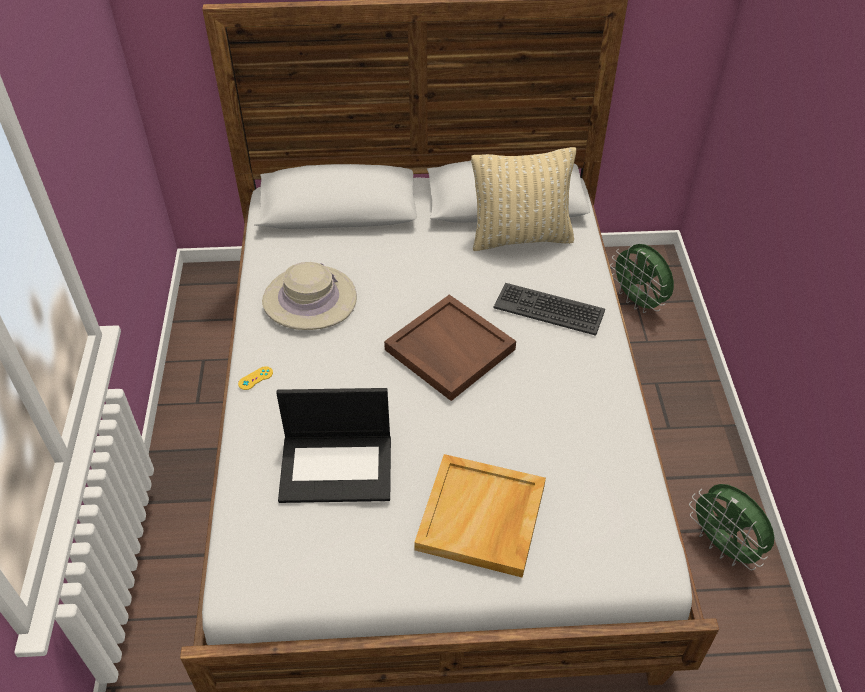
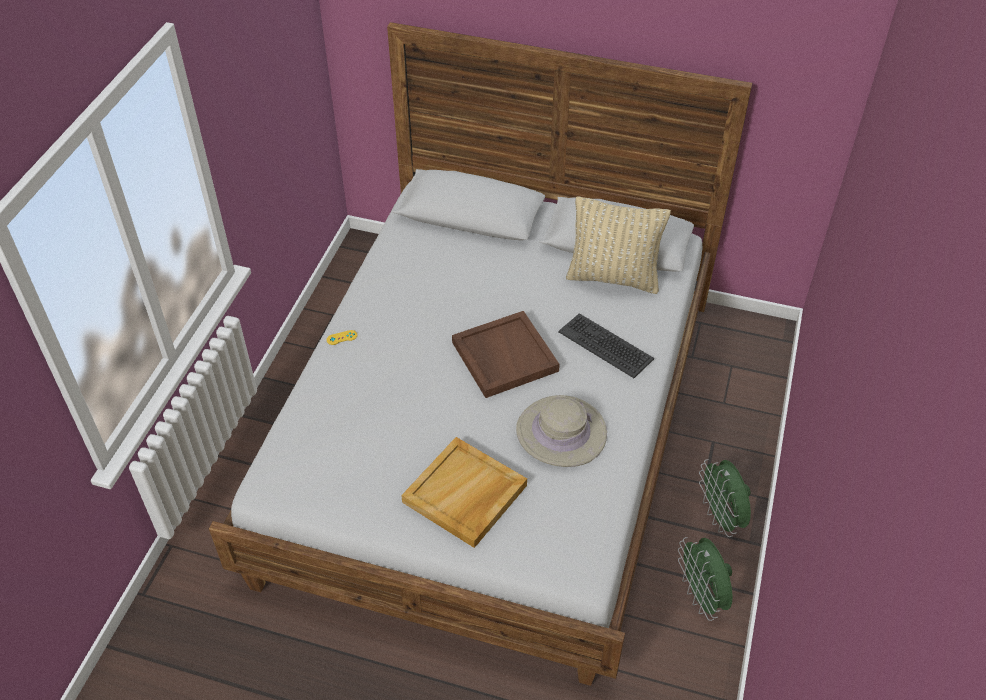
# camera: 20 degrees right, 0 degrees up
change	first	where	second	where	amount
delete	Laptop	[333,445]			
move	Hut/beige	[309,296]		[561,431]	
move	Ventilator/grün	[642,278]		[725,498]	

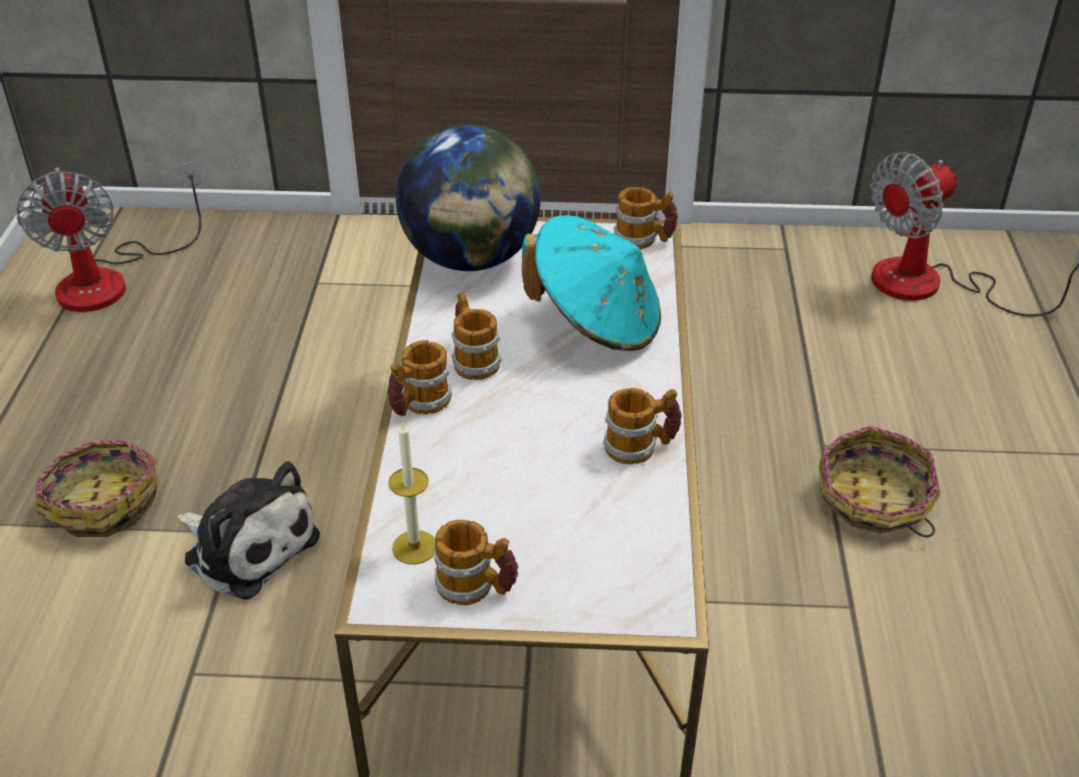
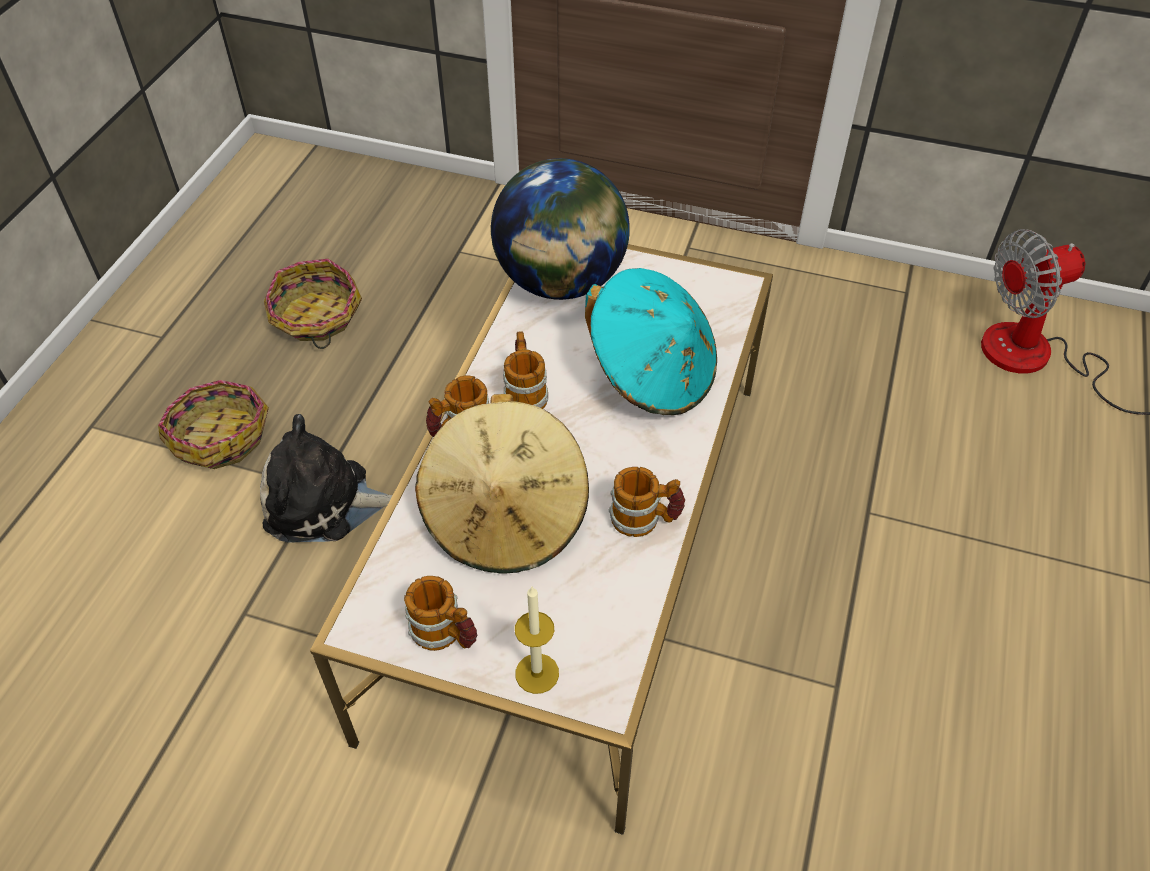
# camera: 15 degrees right, 10 degrees up
change	first	where	second	where	amount
delete	Ventilator	[109,236]			
delete	Henkelbecher	[645,218]			
insert			Hut/beige	[502,483]	
move	Kerze	[411,492]		[537,640]	
move	Korb	[880,481]		[313,304]	
rotate	Plüschtier	[248,530]		[326,478]	135 degrees clockwise

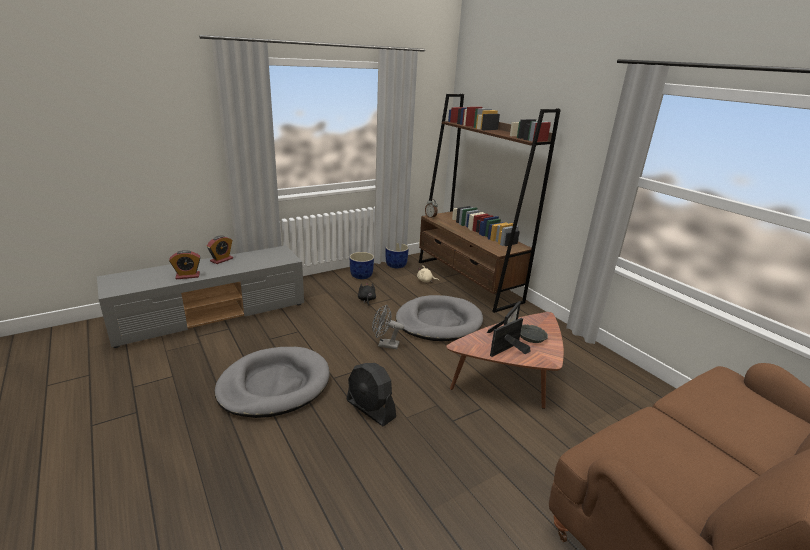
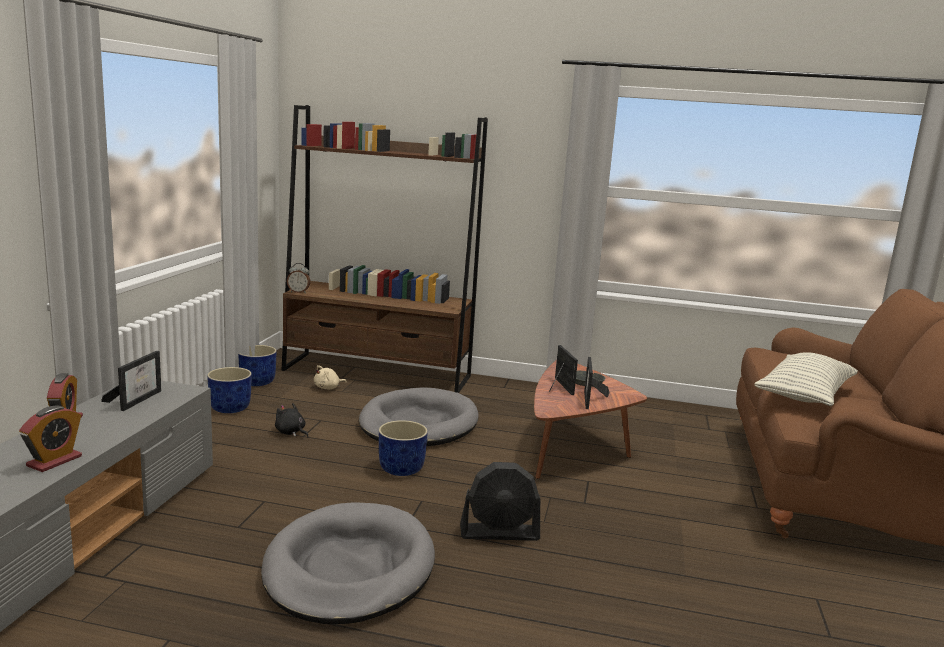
# camera: 45 degrees left, 10 degrees down
change	first	where	second	where	amount
insert			Bilderrahmen	[131,381]	
insert			Kissen	[806,379]	
replace	Ventilator/grau	[388,326]	Pflanzkübel/blau	[403,448]	

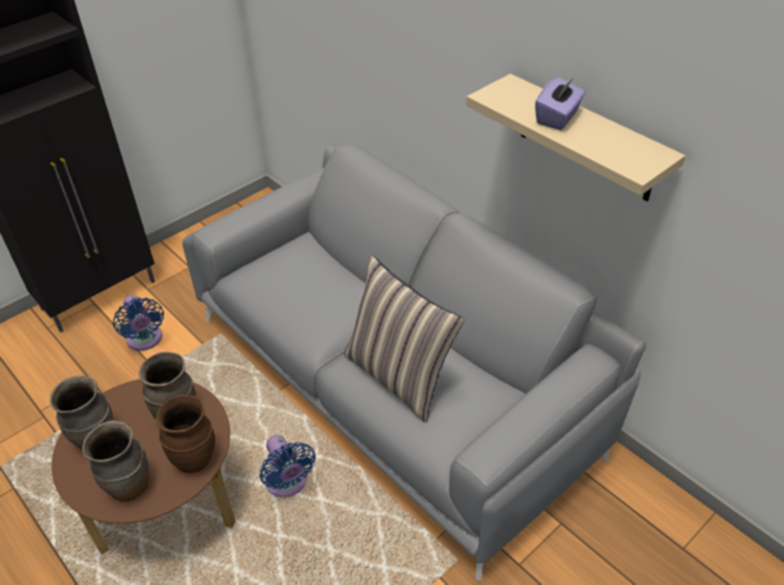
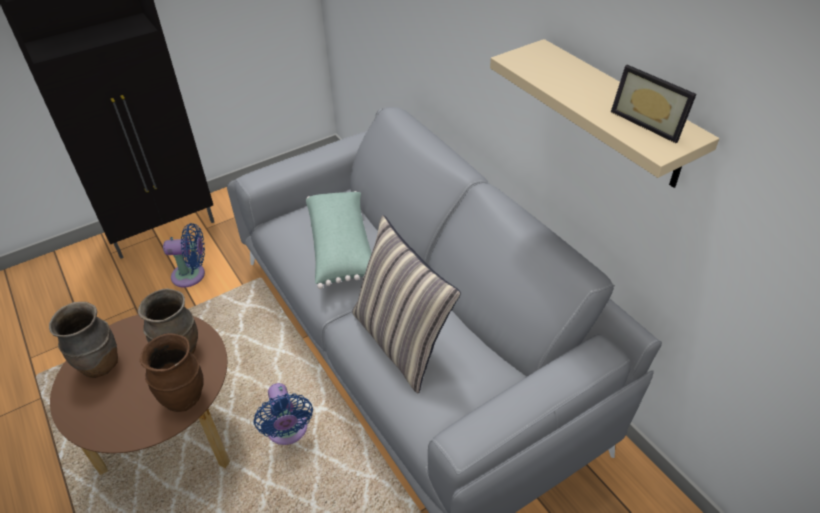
# camera: 10 degrees right, 0 degrees up
change	first	where	second	where	amount
delete	Vase/braun	[115,461]			
delete	Taschentuchbox/lila	[560,103]			
insert			Kissen/grün	[339,240]	
insert			Bilderrahmen	[653,104]	
rotate	Ventilator/blau	[138,323]		[184,255]	75 degrees counterclockwise

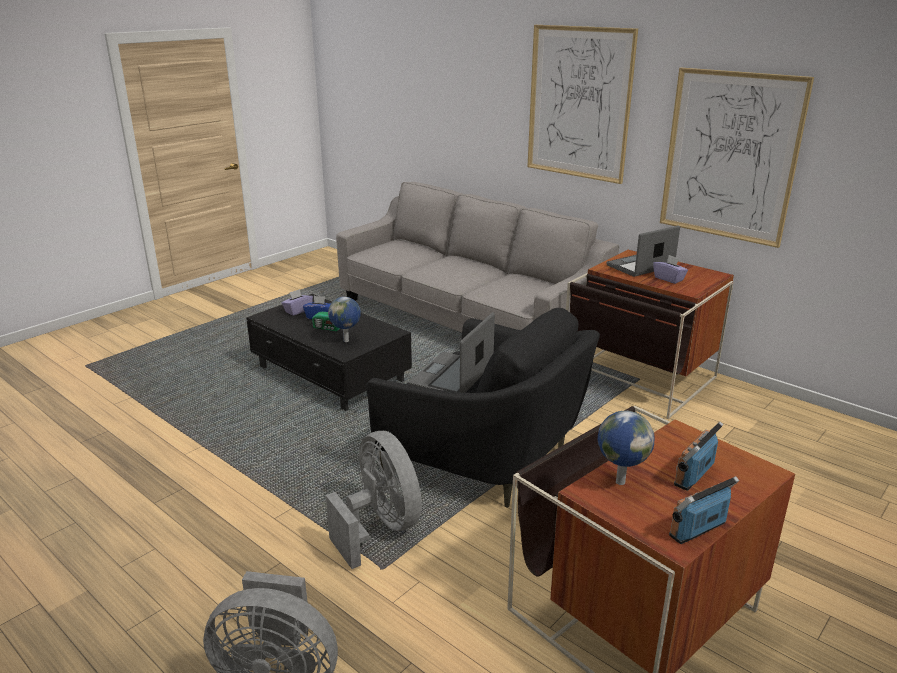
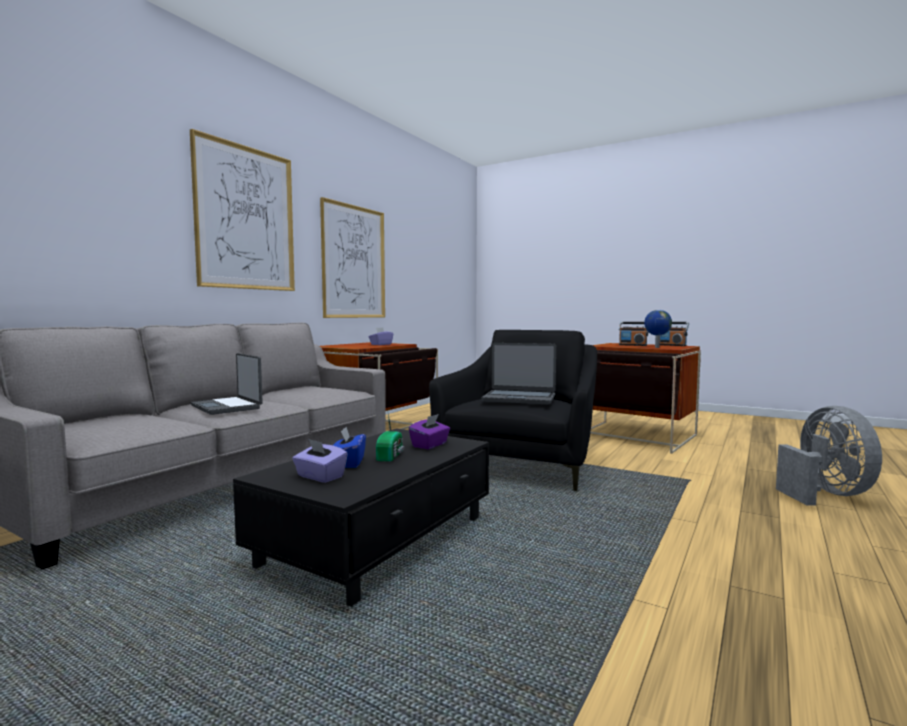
# camera: 100 degrees left, 20 degrees down
change	first	where	second	where	amount
delete	Ventilator/grau	[374,500]			
move	Laptop	[643,251]		[227,384]	
replace	Globus	[344,319]	Taschentuchbox/lila	[429,431]	

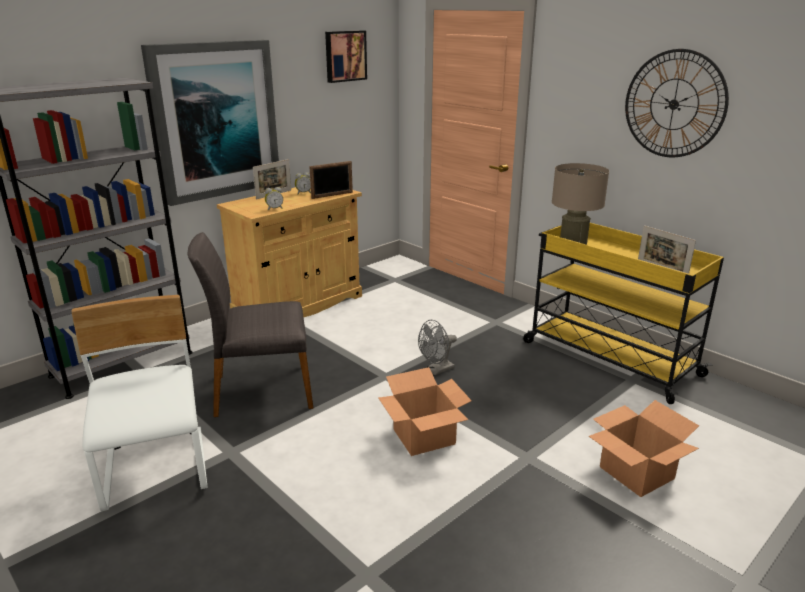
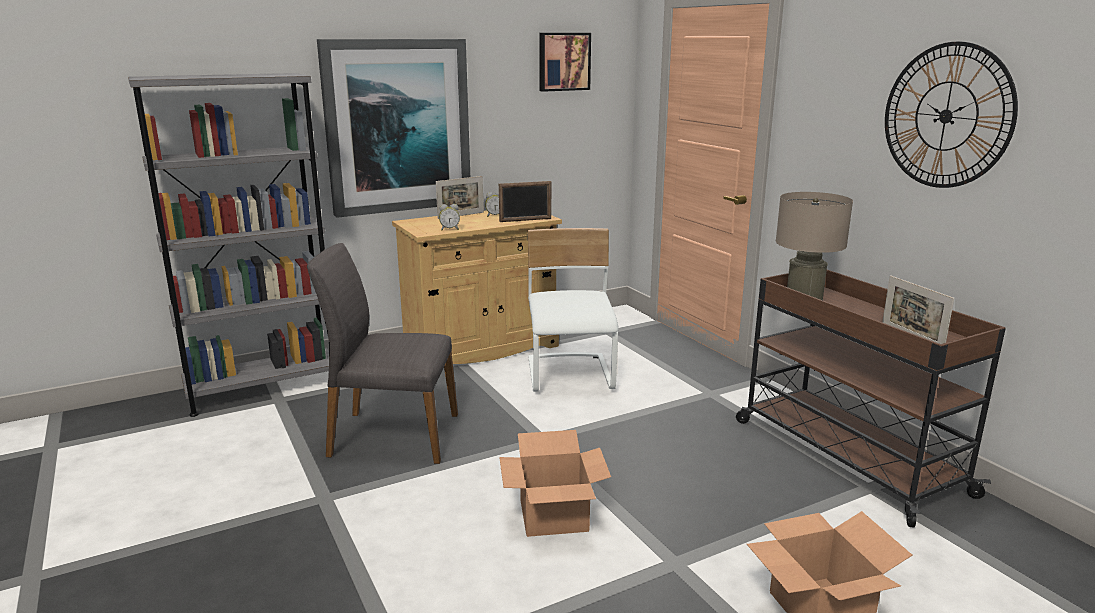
# camera: 15 degrees right, 5 degrees down
change	first	where	second	where	amount
delete	Ventilator/grau	[437,347]			
move	Stuhl/weiß	[139,403]		[573,310]	
recolor	Rollwagen/gelb	[623,313]	Rollwagen/braun	[871,398]	

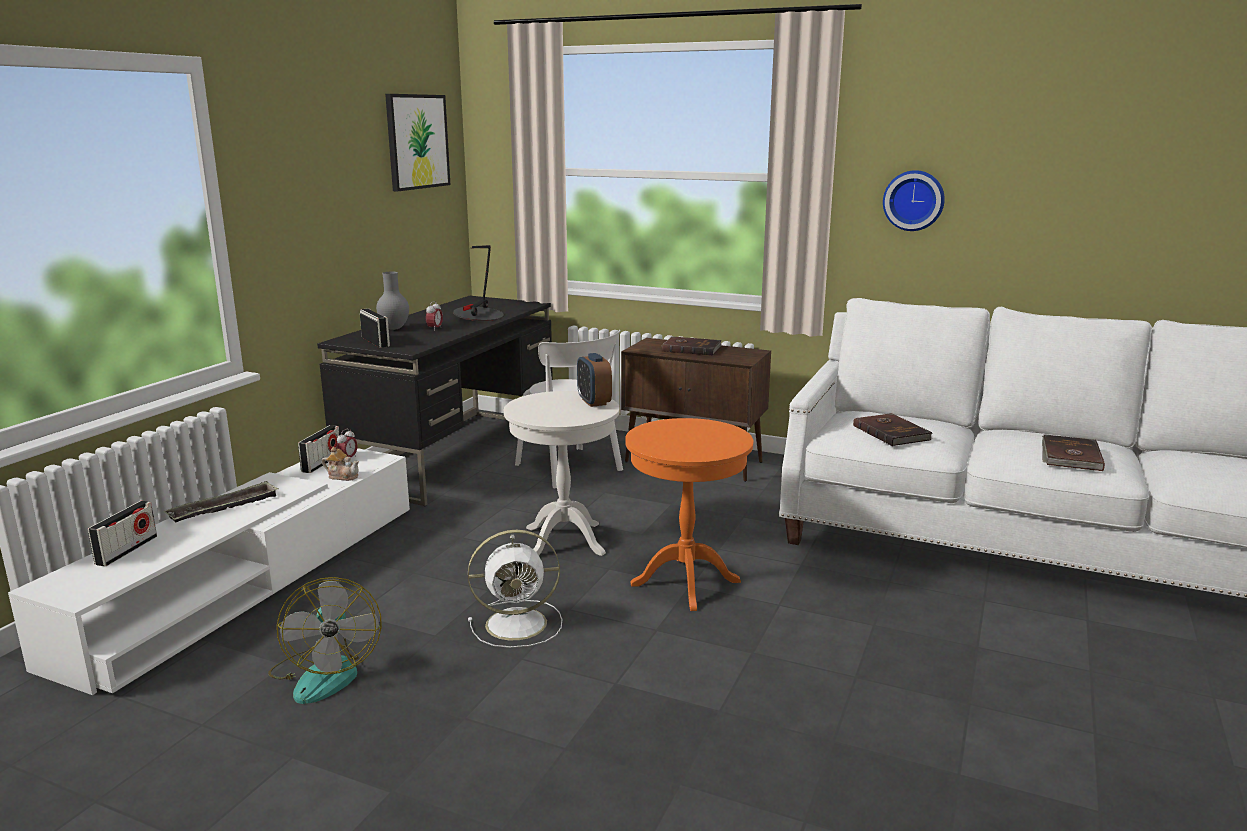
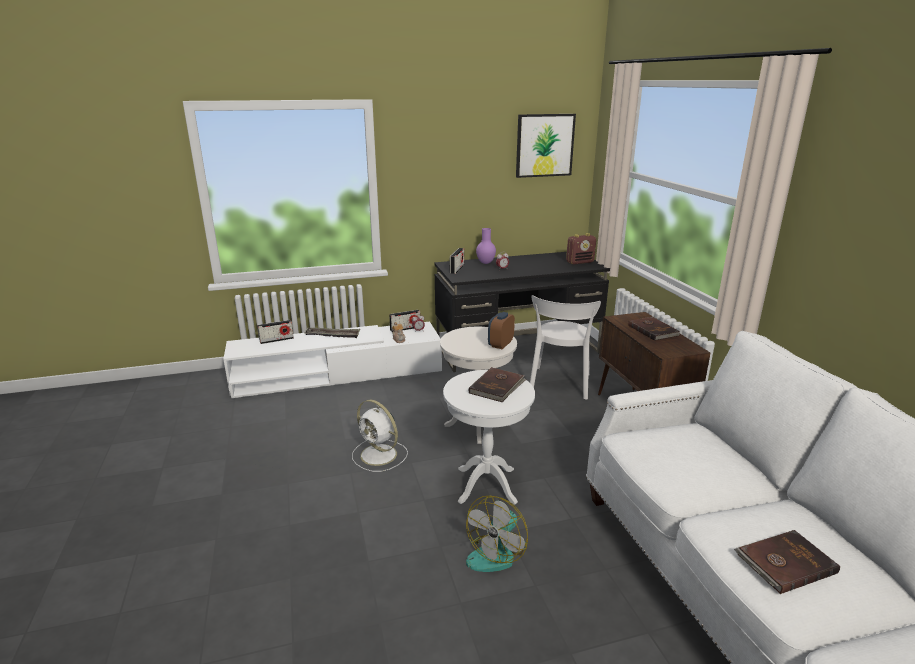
# camera: 50 degrees right, 5 degrees up
change	first	where	second	where	amount
delete	Tischlampe	[478,283]			
delete	Wanduhr	[914,200]			
insert			Radio	[581,249]	
move	Ventilator	[325,640]		[497,534]	
move	Buch/braun	[893,429]		[497,384]	
recolor	Vase/grau	[392,300]	Vase/lila	[486,246]	
recolor	Beistelltisch/orange	[689,514]	Beistelltisch/weiß	[489,437]	

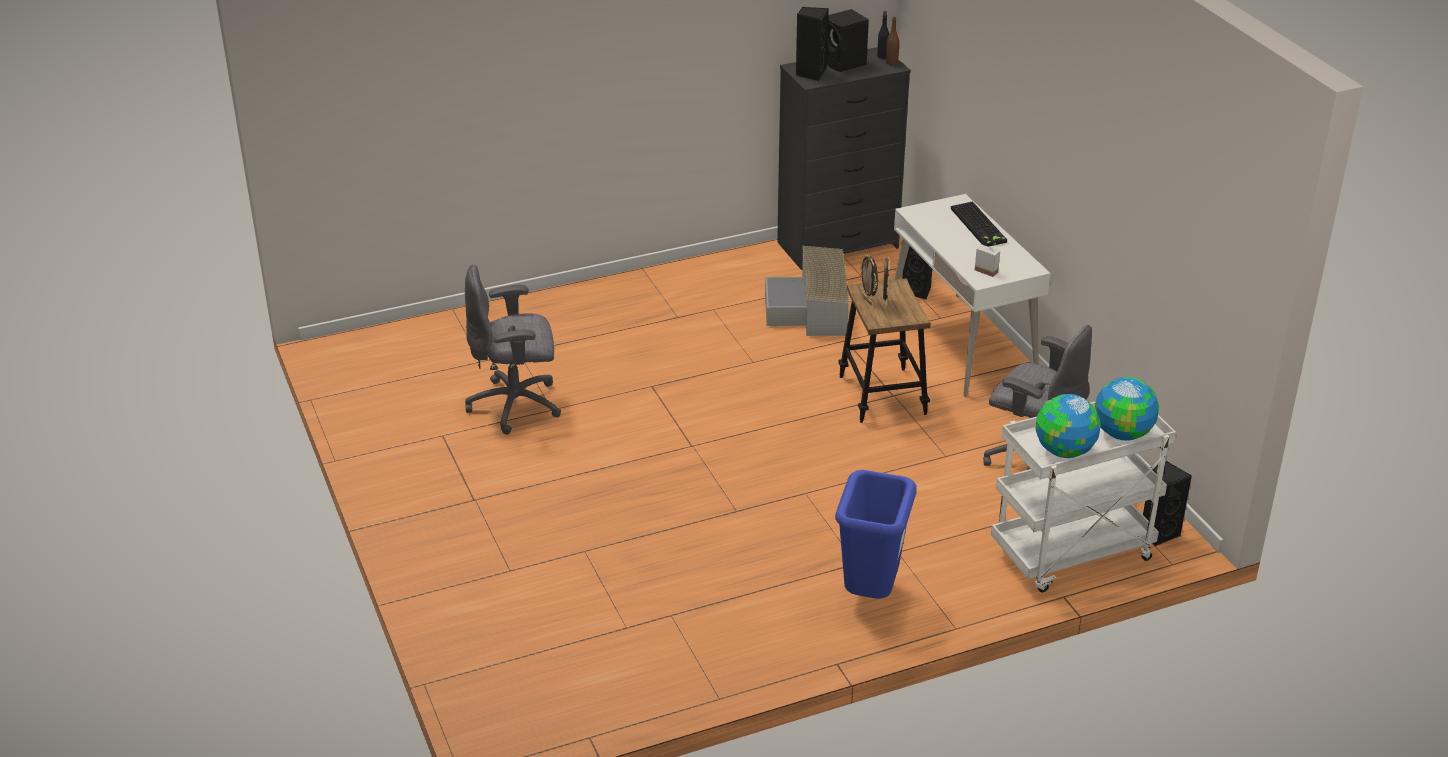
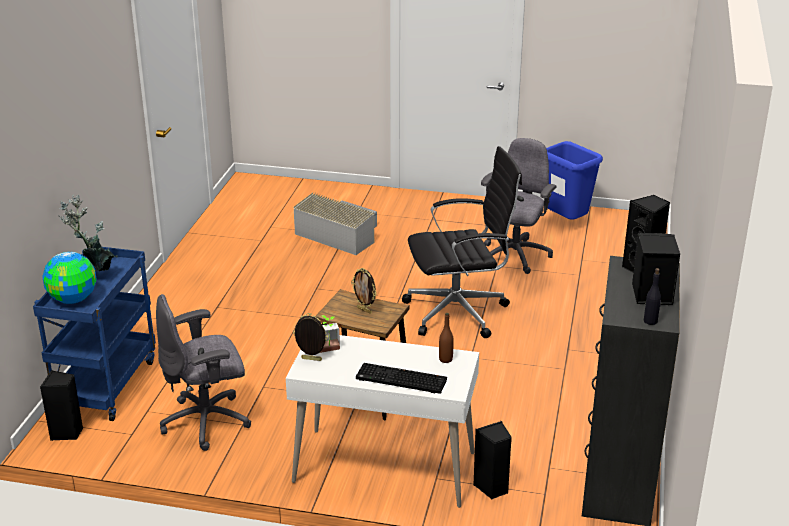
# camera: 125 degrees right, 5 degrees down
change	first	where	second	where	amount
insert			Bürostuhl/schwarz	[462,242]	
move	Aufbewahrungsbox/grau	[807,291]		[335,224]	
move	Mülleimer/blau	[876,534]		[574,180]	
move	Bilderrahmen	[869,280]		[310,337]	
move	Flasche/braun	[892,41]		[446,338]	
replace	Globus	[1068,426]	Topfpflanze	[88,233]	
recolor	Rollwagen/weiß	[1083,497]	Rollwagen/blau	[94,334]	

